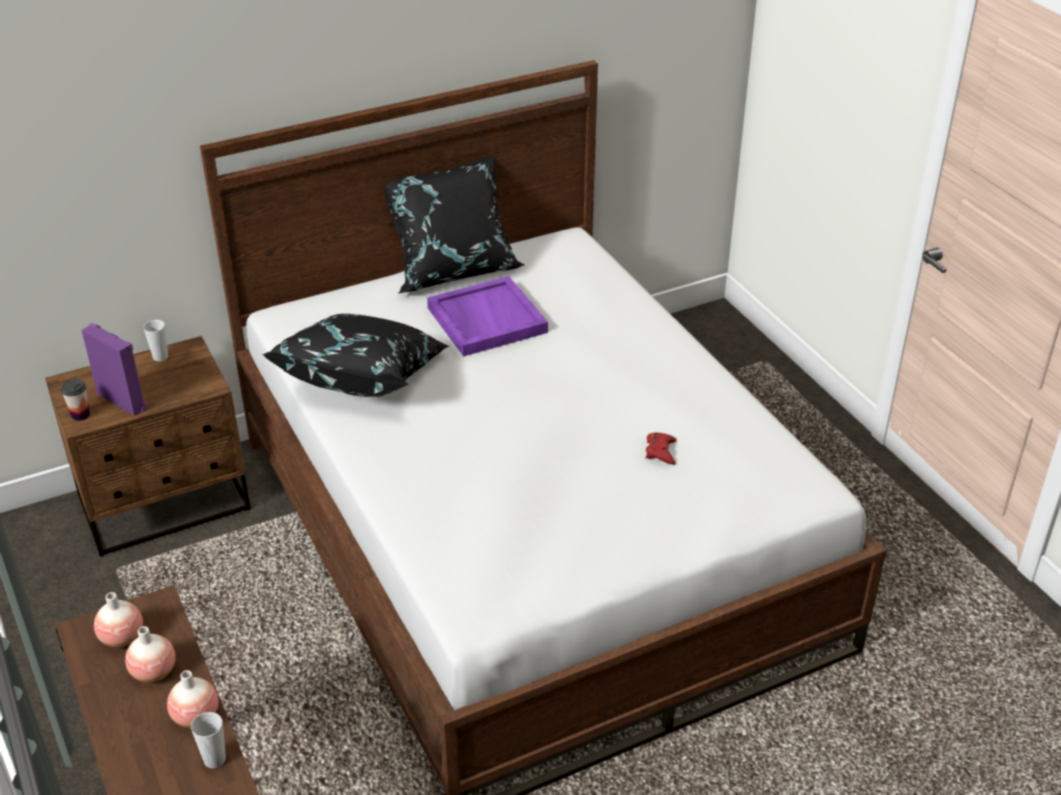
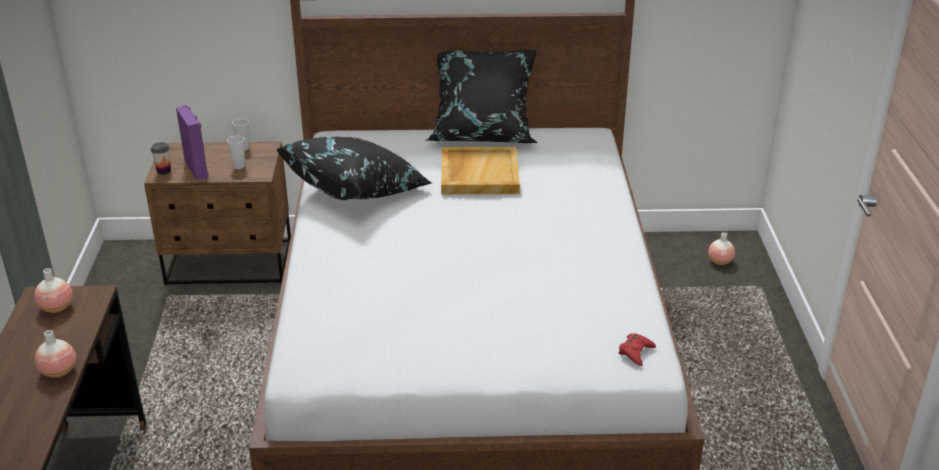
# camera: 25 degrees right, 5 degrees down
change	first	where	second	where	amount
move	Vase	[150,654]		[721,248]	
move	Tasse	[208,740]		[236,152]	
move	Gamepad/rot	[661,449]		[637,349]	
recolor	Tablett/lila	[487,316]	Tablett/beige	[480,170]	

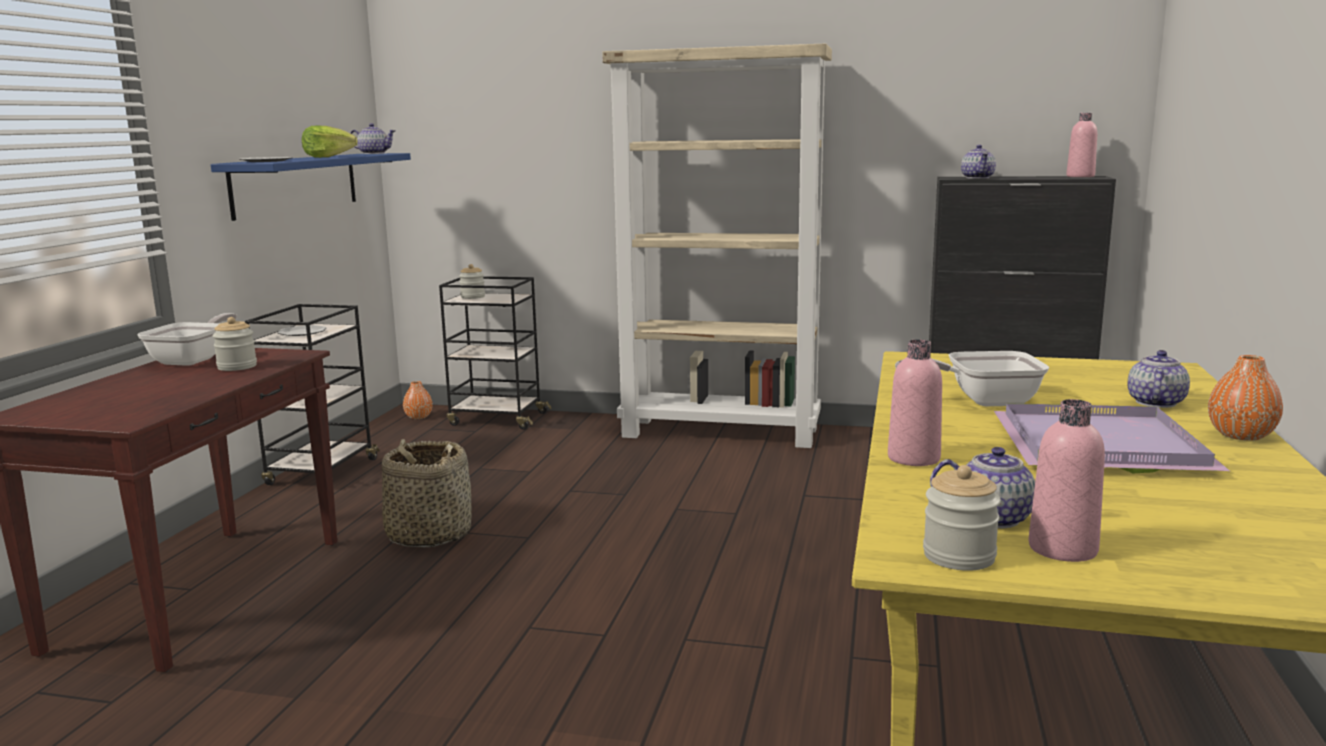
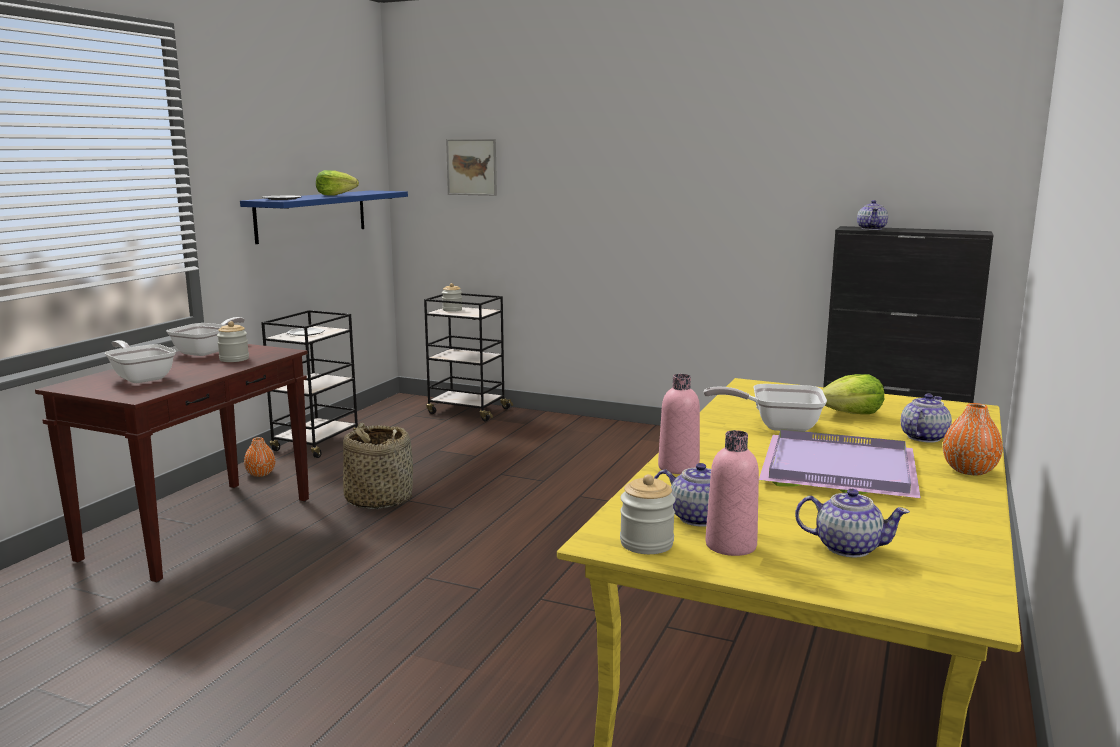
# camera: 10 degrees right, 0 degrees up
change	first	where	second	where	amount
delete	Bücherregal/beige	[717,245]			
delete	Flasche/rosa	[1081,145]			
insert			Pfanne	[140,361]	
insert			Bild	[471,167]	
insert			Salatkopf	[853,394]	
move	Teekanne	[373,138]		[852,523]	
move	Vase/orange	[418,400]		[259,457]	

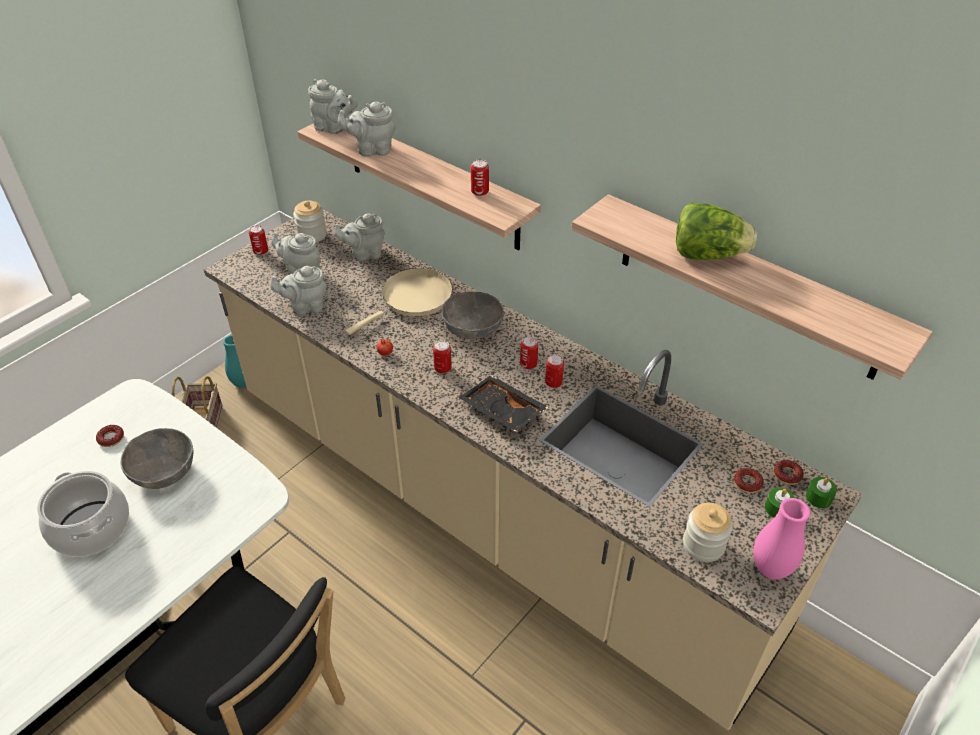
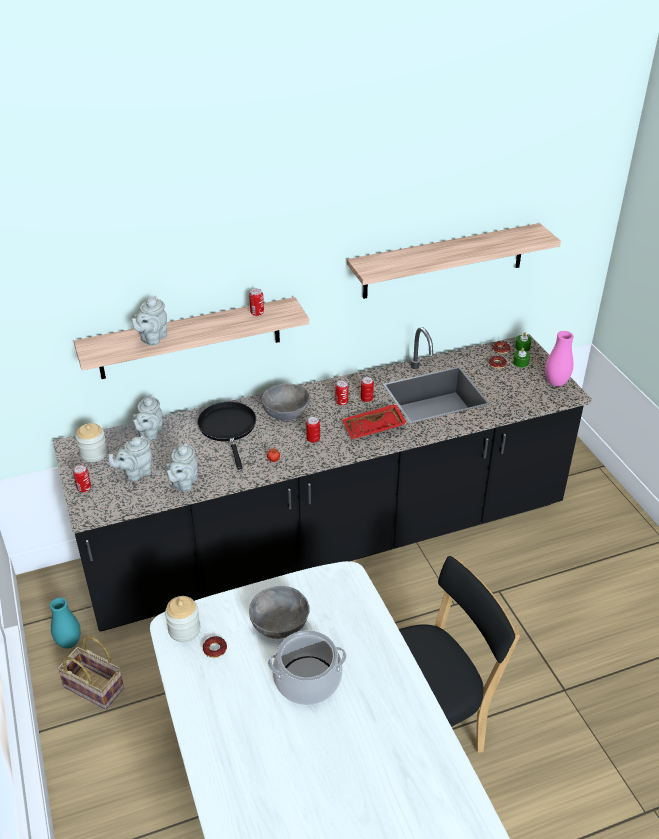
# camera: 60 degrees left, 5 degrees down
change	first	where	second	where	amount
delete	Teekanne/grau	[333,106]			
delete	Salatkopf	[716,231]			
move	Vorratsglas	[708,532]		[182,619]	
recolor	Küchenzeile/beige	[533,470]	Küchenzeile/schwarz	[322,479]	
recolor	Pfanne/beige	[399,301]	Pfanne/schwarz	[226,436]	
recolor	Tablett/schwarz	[503,403]	Tablett/rot	[374,421]	

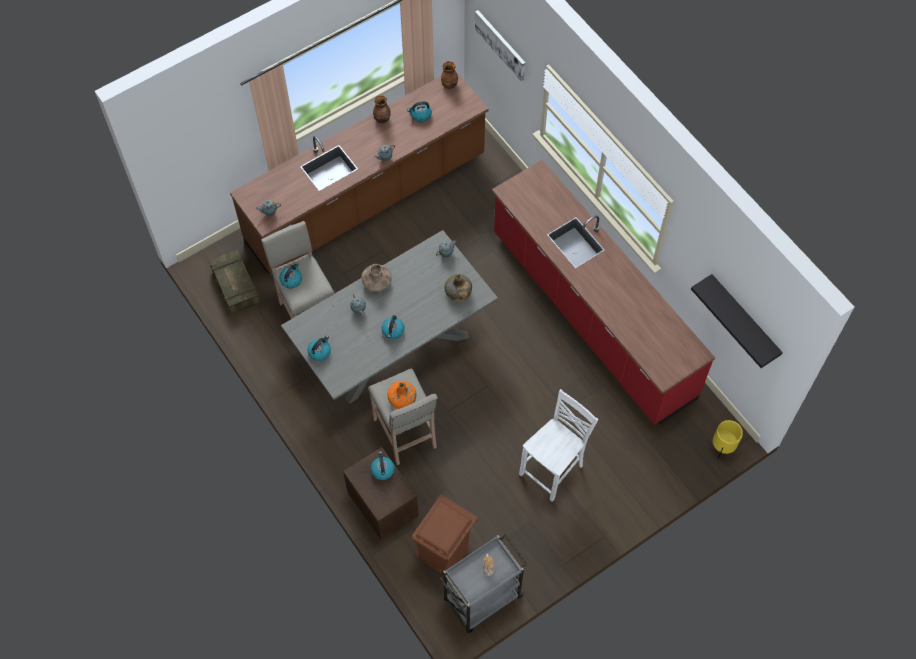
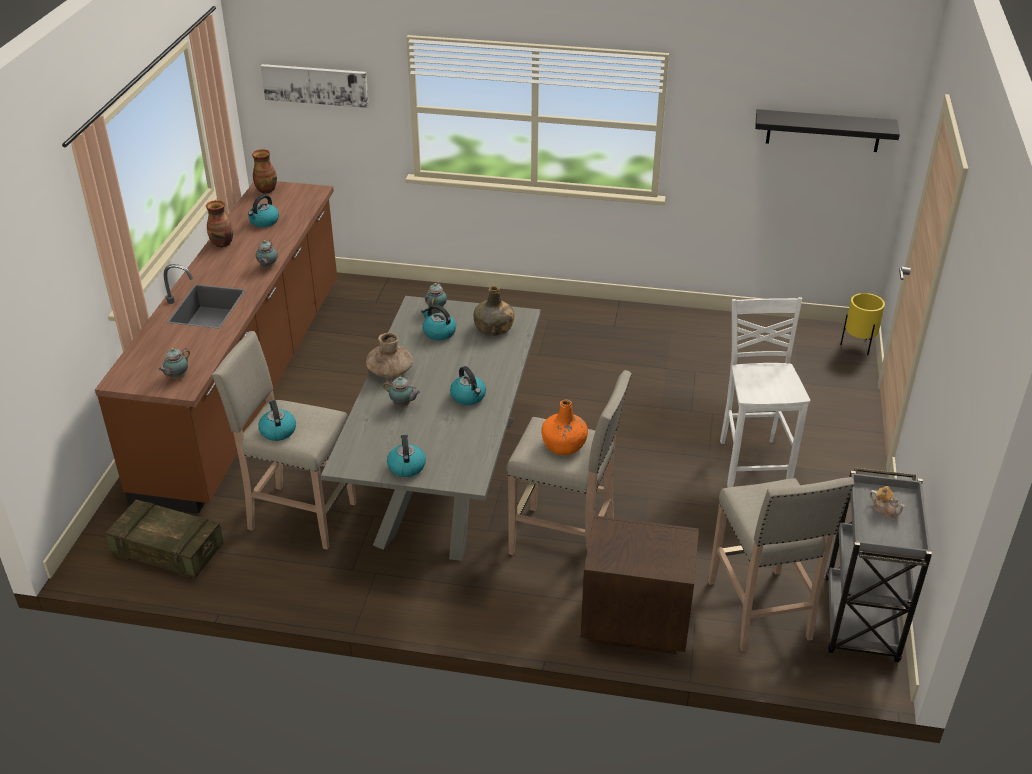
# camera: 45 degrees left, 25 degrees down
change	first	where	second	where	amount
delete	Küchenzeile/rot	[603,292]			
move	Wasserkessel	[383,465]		[438,322]	
replace	Mülleimer/braun	[445,534]	Hocker/beige	[781,564]	

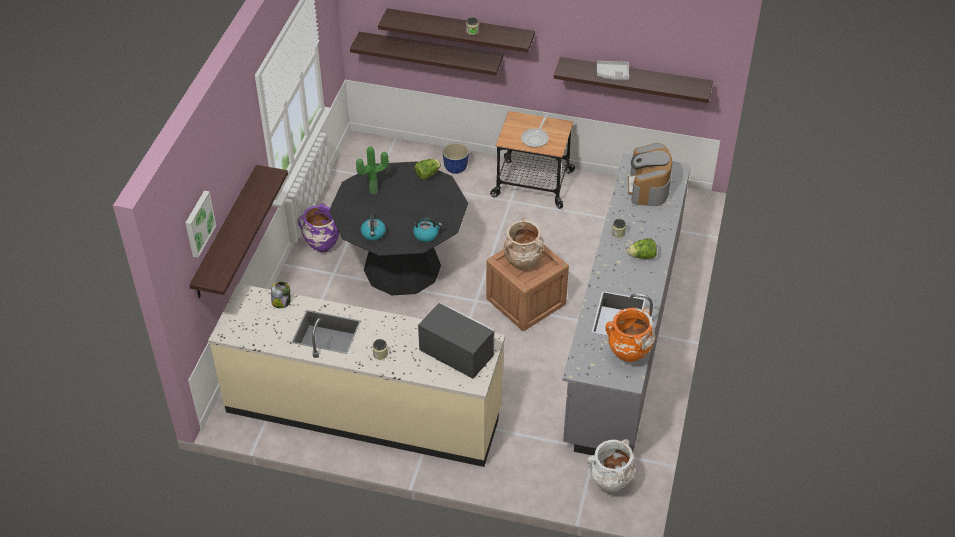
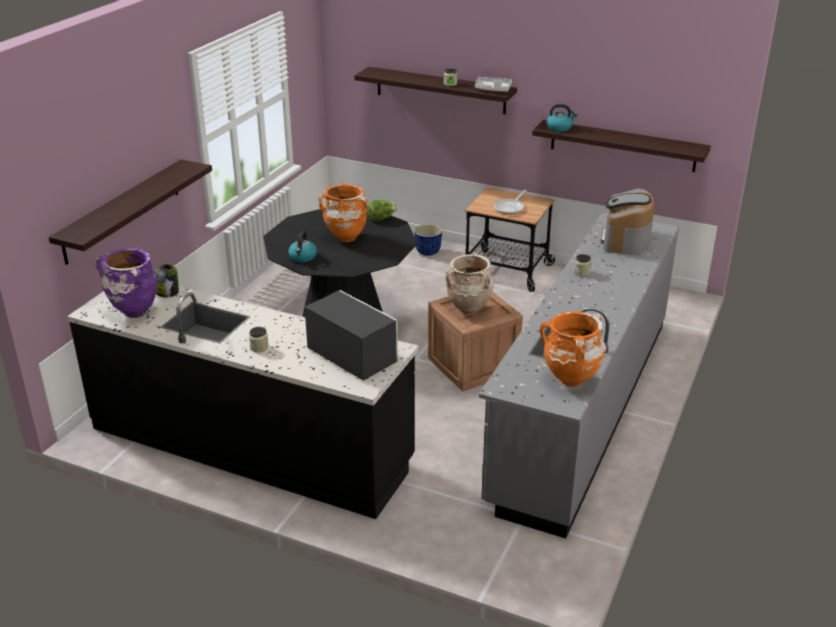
# camera: 10 degrees right, 15 degrees down
change	first	where	second	where	amount
delete	Bild	[200,224]			
delete	Wandregal	[426,53]			
delete	Topfpflanze	[372,170]			
delete	Vase/weiß	[611,465]			
delete	Salatkopf	[642,248]			
insert			Vase/orange	[342,212]	
move	Vase/lila	[318,227]		[126,282]	
move	Wasserkessel	[427,229]		[562,117]	
move	Tablett/grau	[613,70]		[493,84]	
recolor	Küchenzeile/beige	[356,375]	Küchenzeile/schwarz	[243,402]	

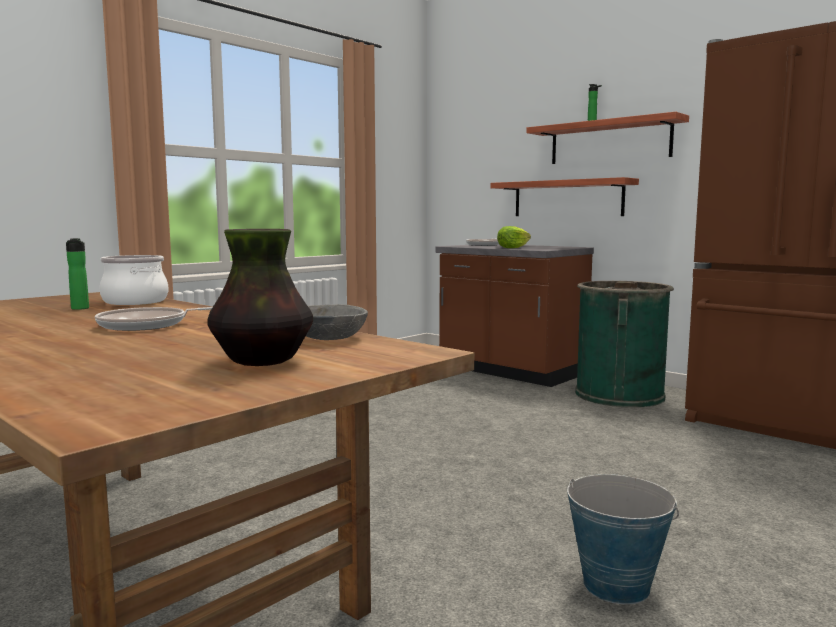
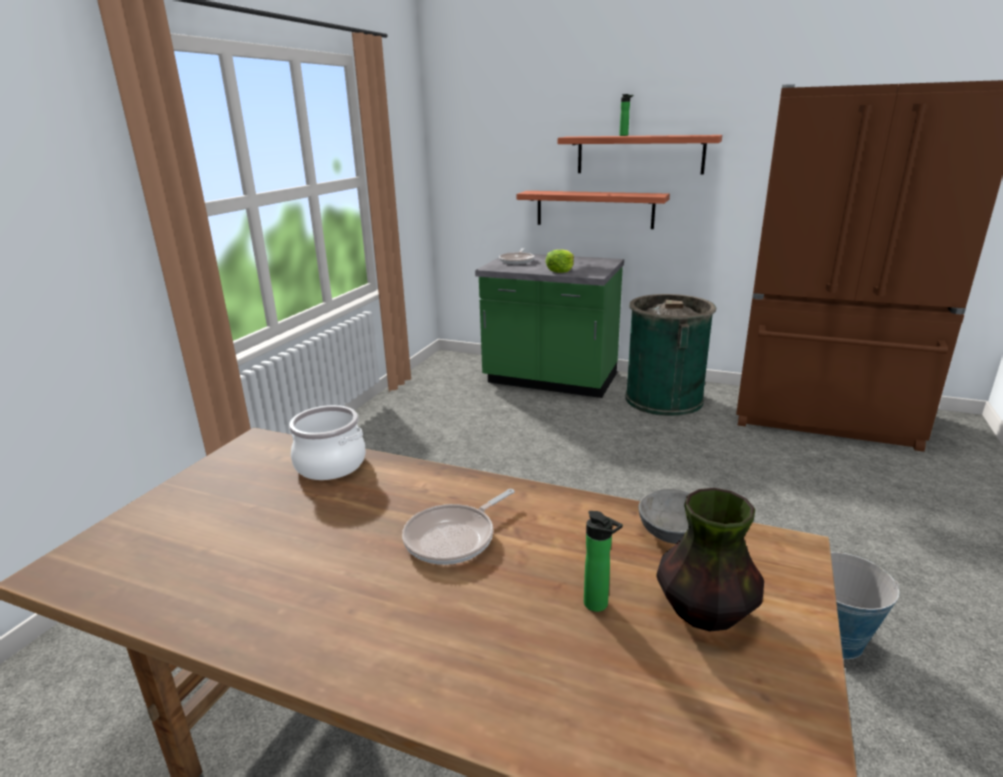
# camera: 20 degrees left, 15 degrees up
change	first	where	second	where	amount
move	Flasche	[77,274]		[603,561]	
recolor	Küchenzeile/braun	[514,315]	Küchenzeile/grün	[549,325]	

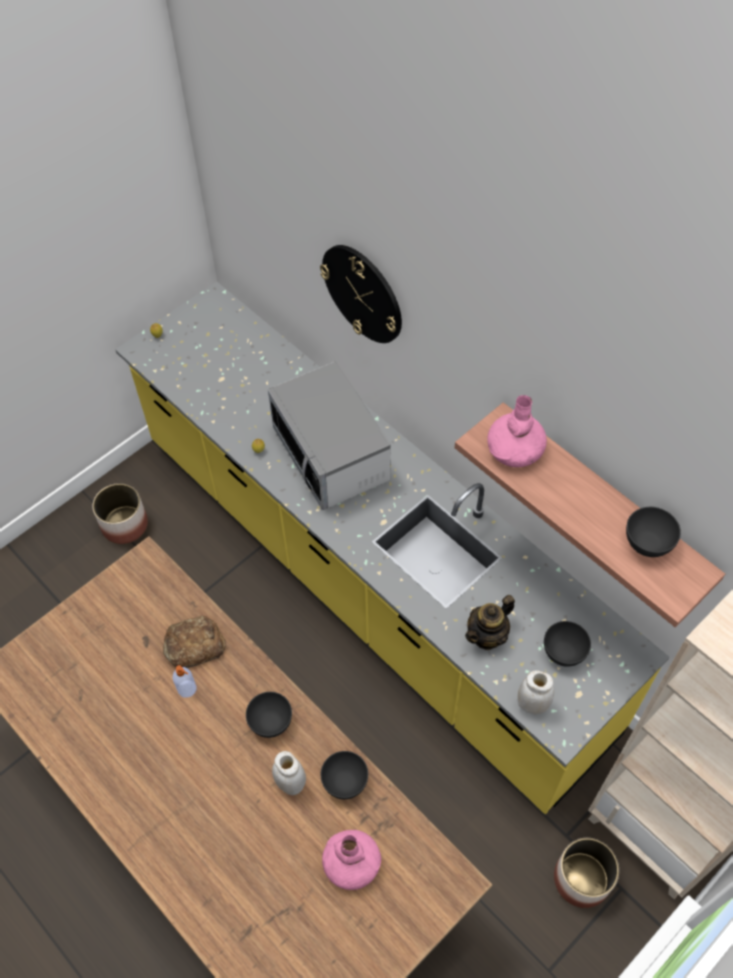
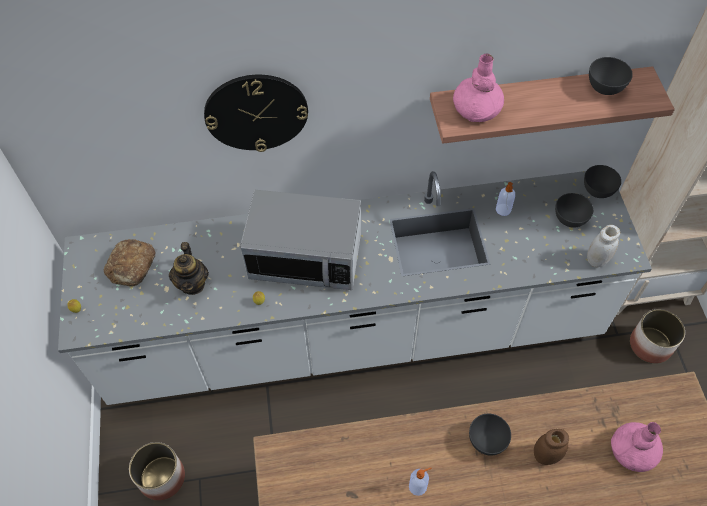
# camera: 55 degrees left, 0 degrees up
change	first	where	second	where	amount
insert			Seifenspender	[505,199]	
move	Brot	[194,642]		[130,263]	
move	Schüssel/grau	[344,775]		[602,181]	
move	Teekanne	[490,622]		[189,268]	
recolor	Küchenzeile/gelb	[392,547]	Küchenzeile/weiß	[355,288]	
recolor	Vorratsglas/weiß	[289,773]	Vorratsglas/braun	[551,447]	

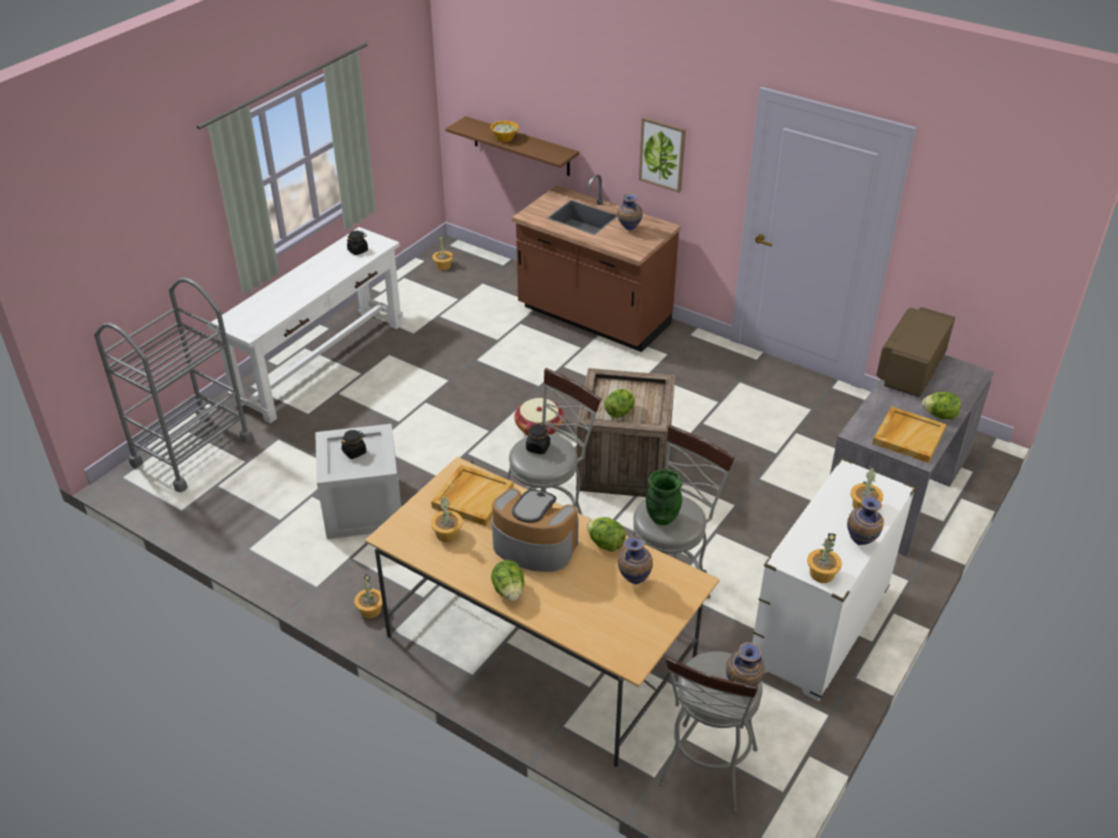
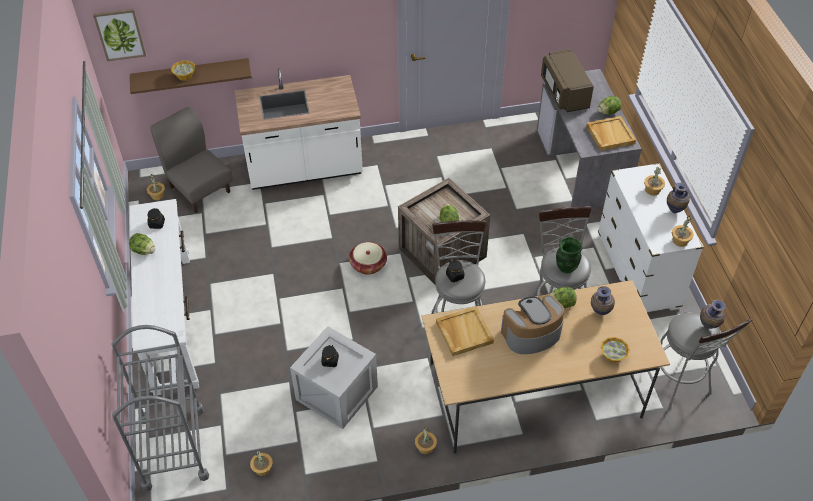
# camera: 45 degrees left, 10 degrees up
change	first	where	second	where	amount
delete	Vase	[630,212]			
insert			Stuhl/grau	[191,160]	
insert			Schüssel	[615,350]	
move	Topfpflanze	[447,519]		[261,463]	
move	Salatkopf	[507,580]		[142,244]	
move	Bild	[662,155]		[119,35]	
recolor	Küchenzeile/braun	[596,263]	Küchenzeile/weiß	[299,129]	

